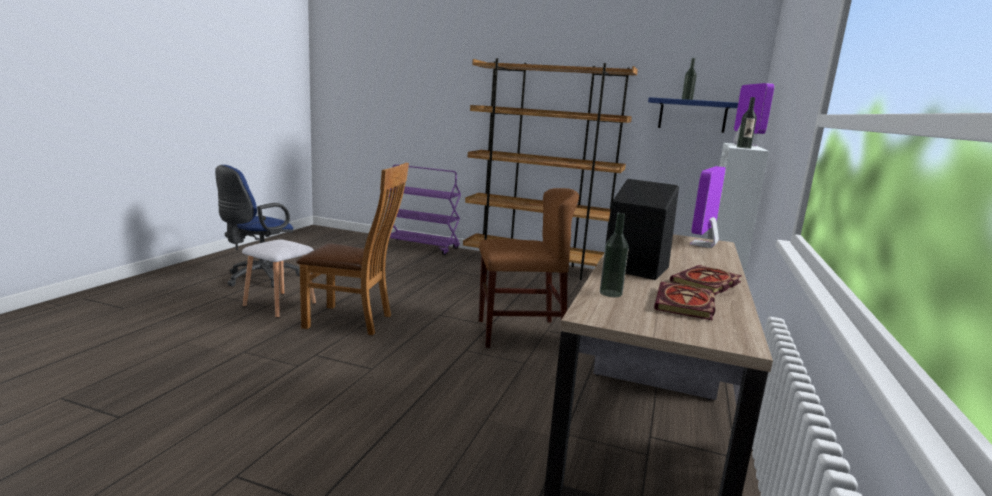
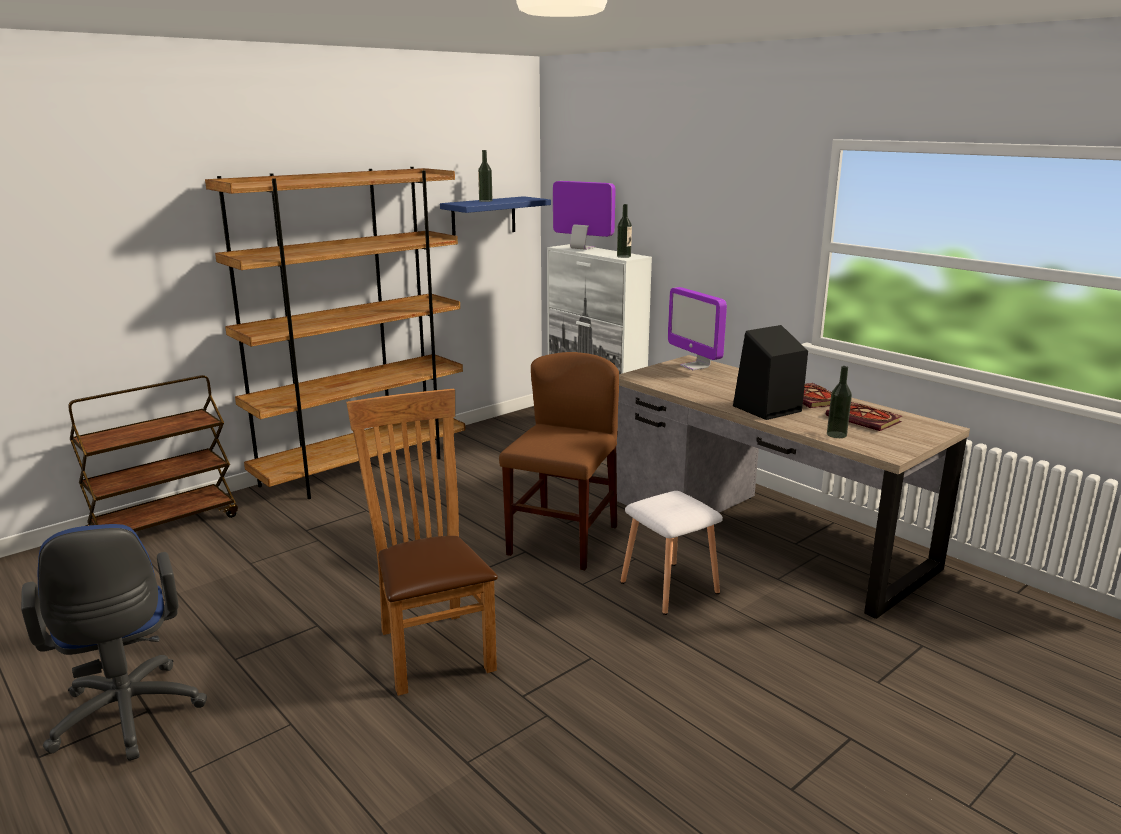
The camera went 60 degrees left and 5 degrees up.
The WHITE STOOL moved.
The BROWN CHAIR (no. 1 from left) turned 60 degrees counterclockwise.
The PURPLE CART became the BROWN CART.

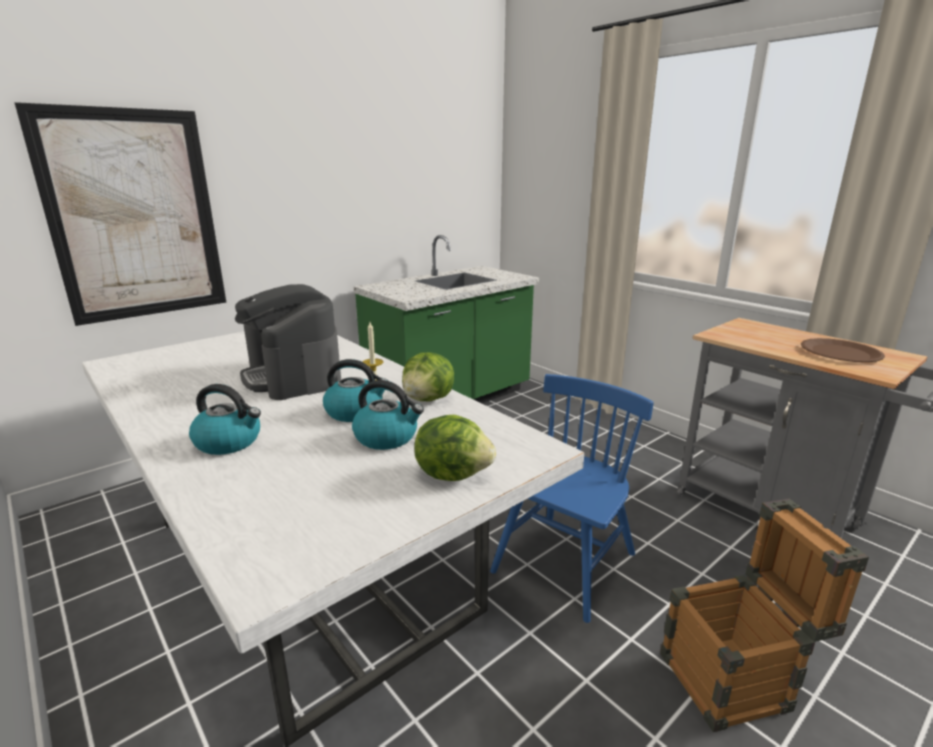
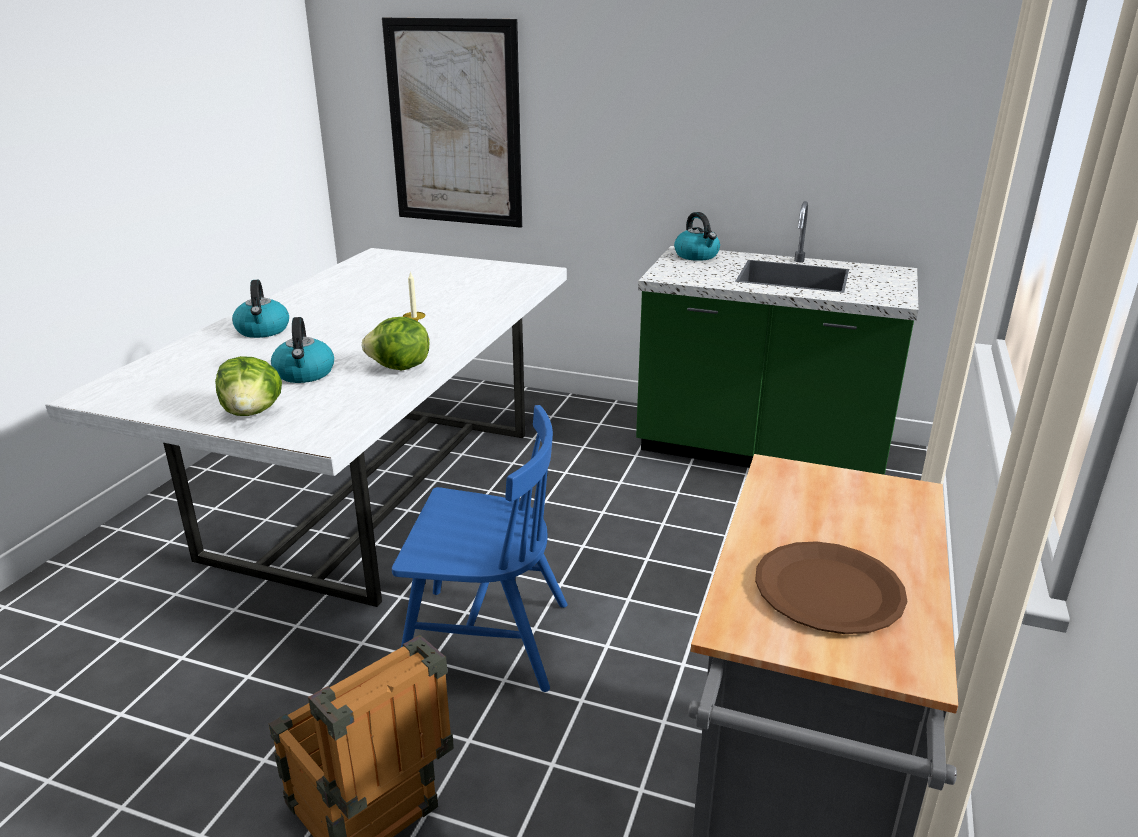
The camera went 60 degrees right and 5 degrees up.
The COFFEE MACHINE disappeared.
The KETTLE (no. 2 from left in the first image) moved.

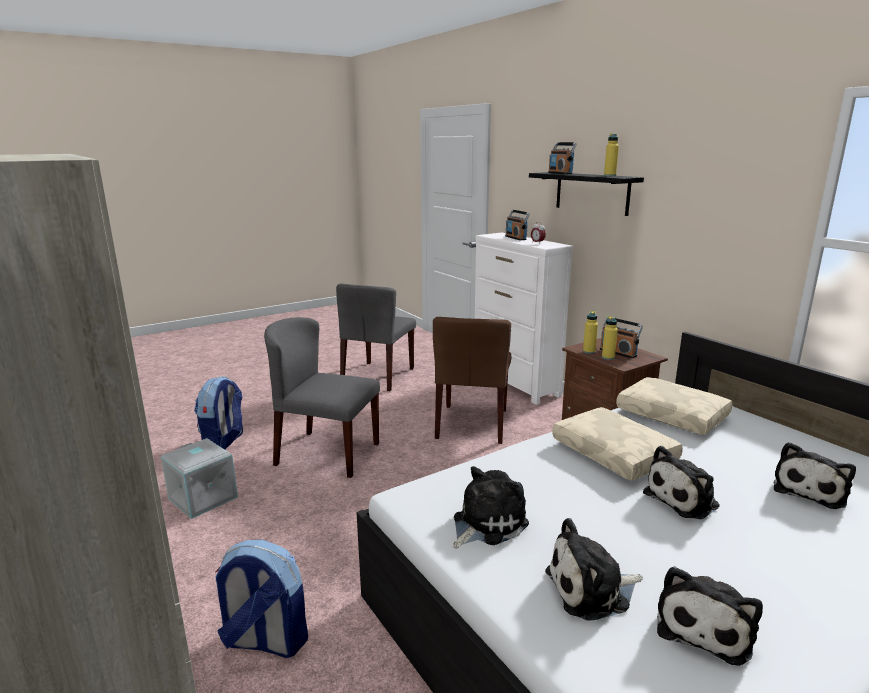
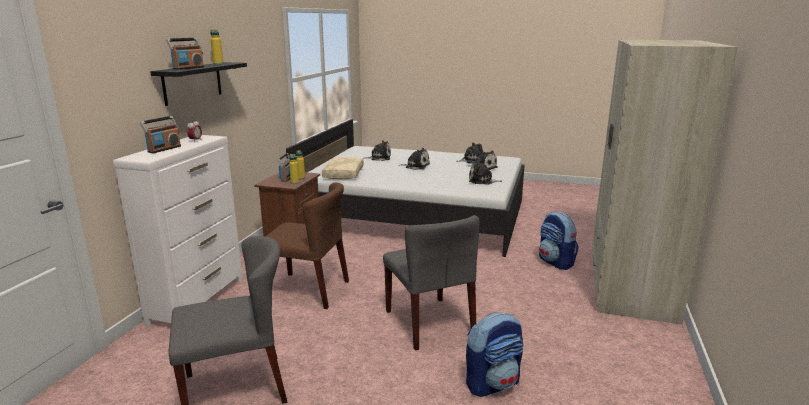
The camera went 130 degrees left and 0 degrees up.
The GREY STORAGE BOX disappeared.
The BROWN CHAIR turned 45 degrees clockwise.
The BEIGE PILLOW (no. 1 from left) disappeared.

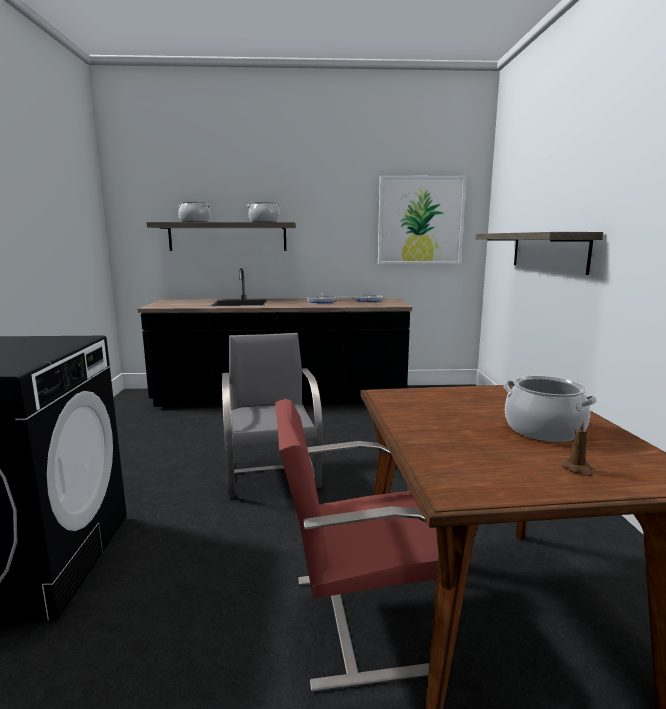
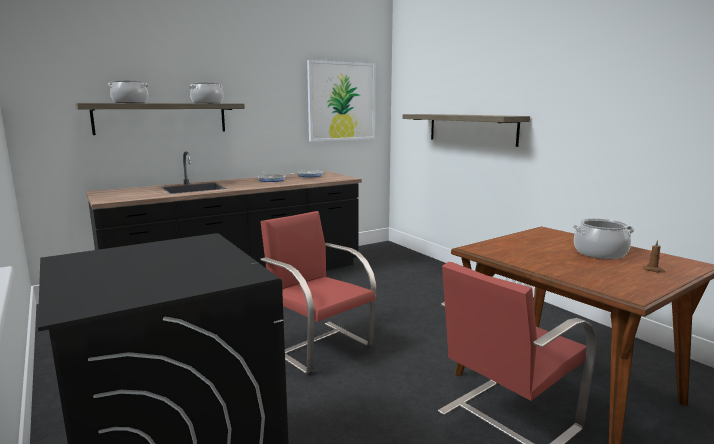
The camera went 30 degrees left and 0 degrees up.
The GREY CHAIR became the RED CHAIR (no. 1 from left).

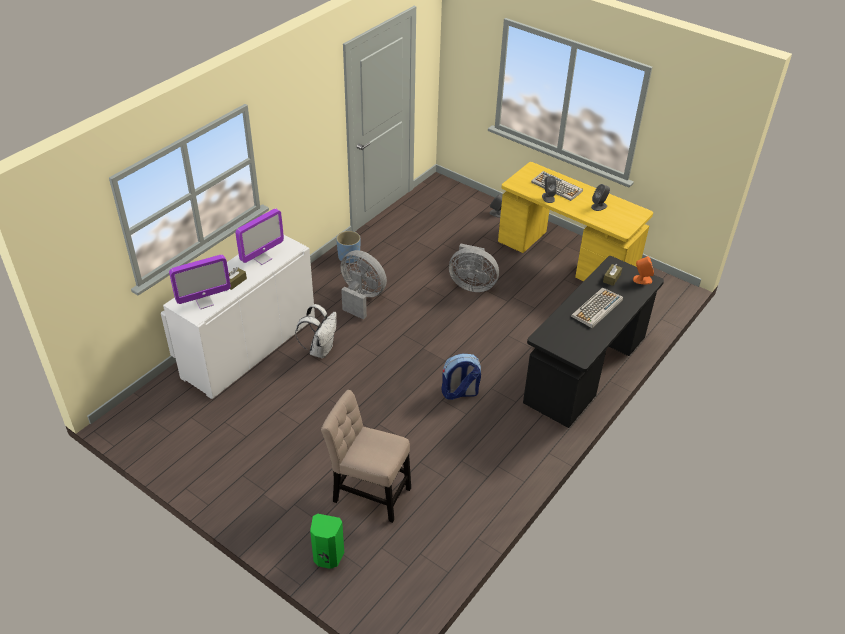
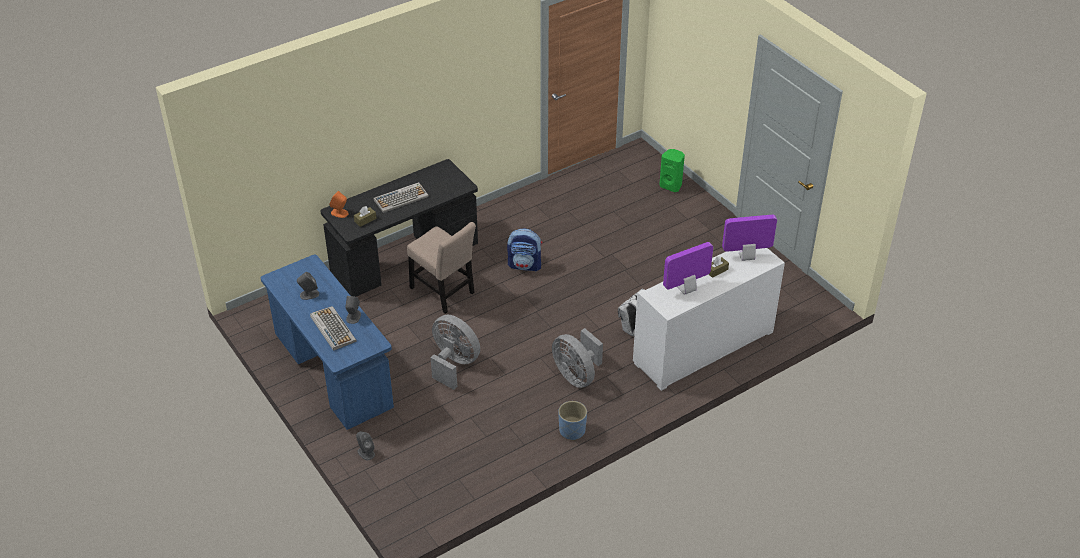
The camera went 160 degrees left and 0 degrees up.
The BEIGE CHAIR moved.
The YELLOW DESK became the BLUE DESK.

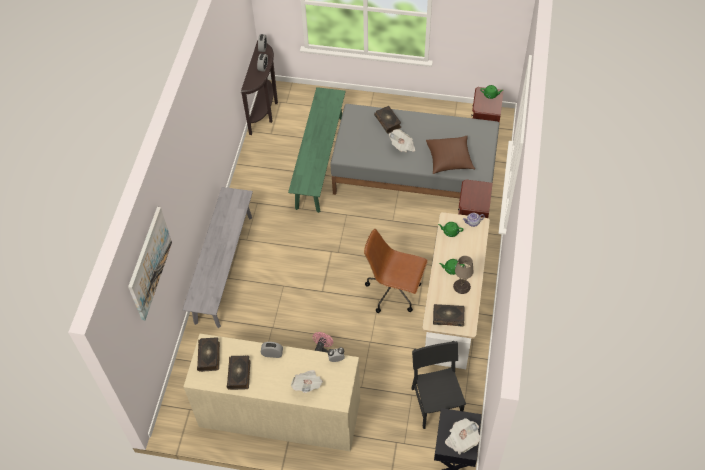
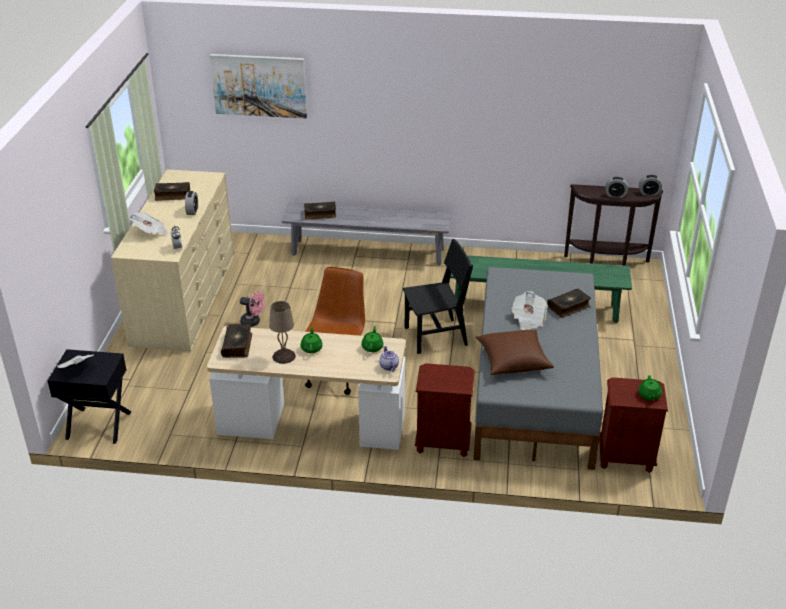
The camera went 85 degrees right and 20 degrees down.
The BOOK (no. 1 from left in the first image) moved.
The BLACK CHAIR moved.

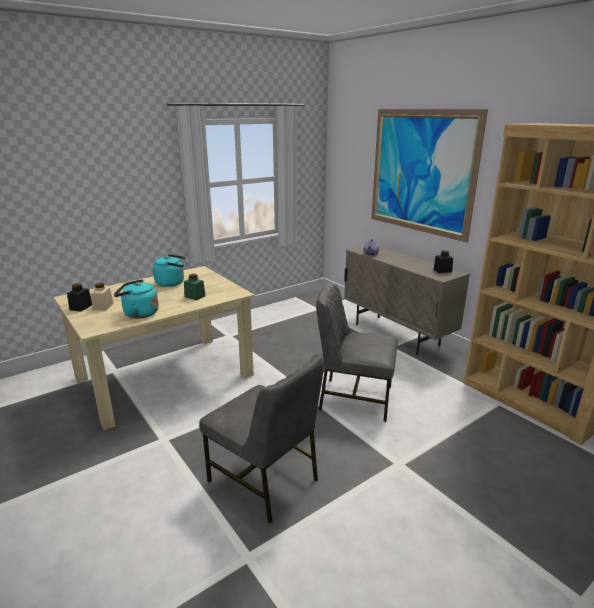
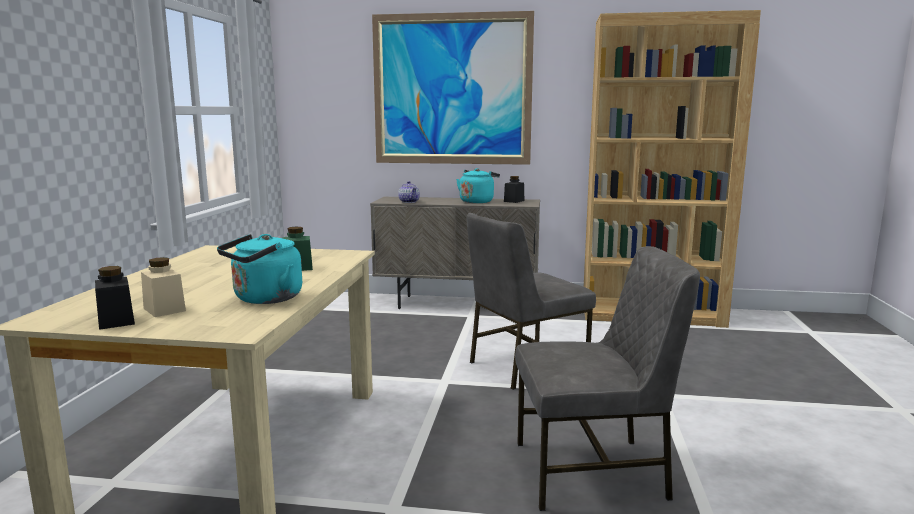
The camera went 45 degrees left and 10 degrees down.
The TURQUOISE KETTLE (no. 2 from left) moved.

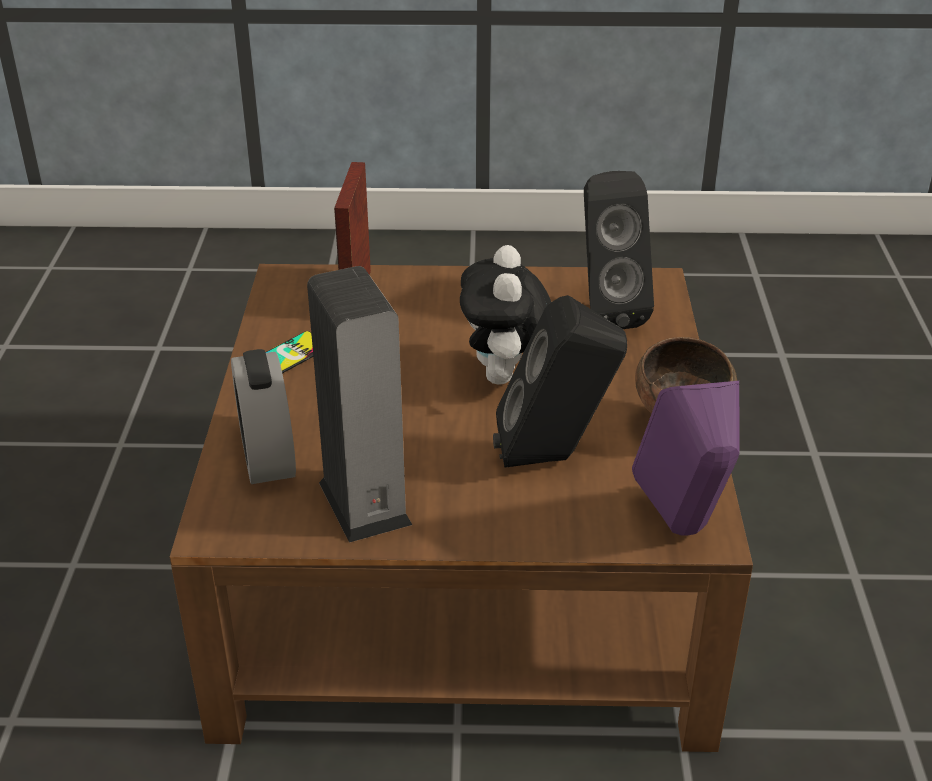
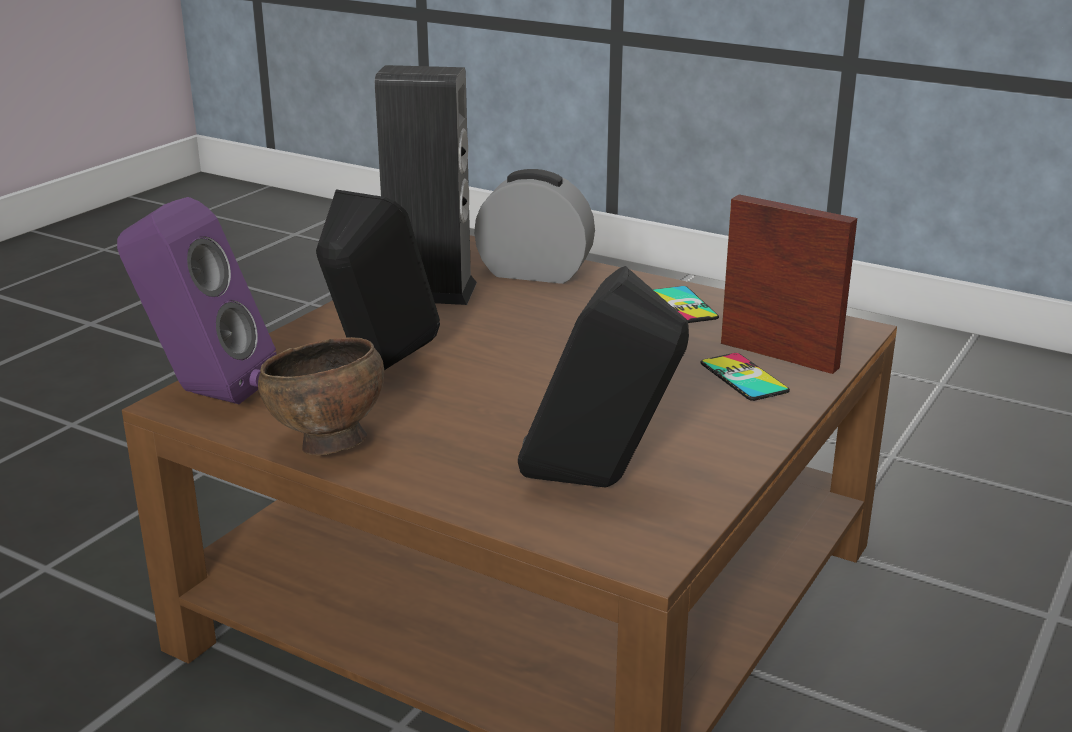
The camera went 120 degrees right and 10 degrees down.
The PLUSH TOY disappeared.
The PHONE (no. 2 from left) appeared.

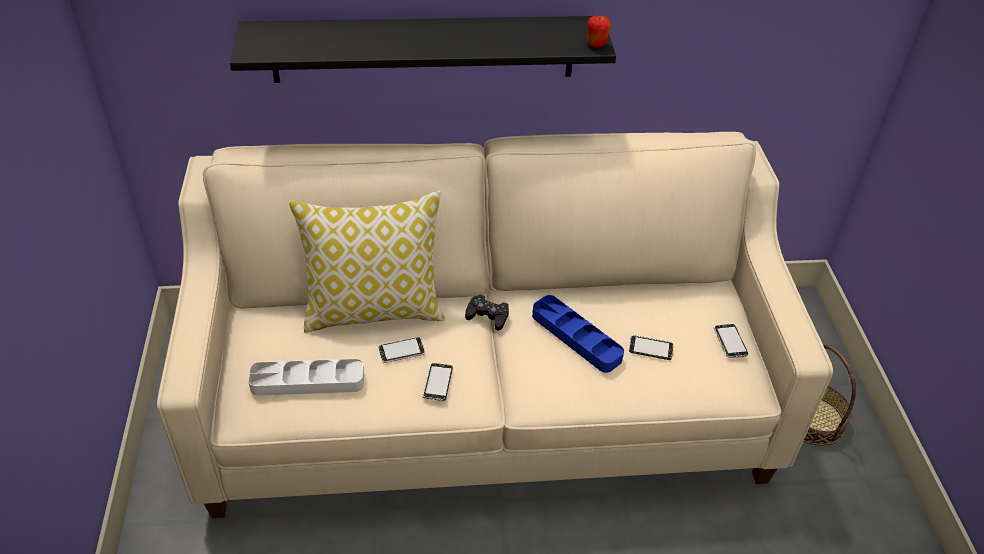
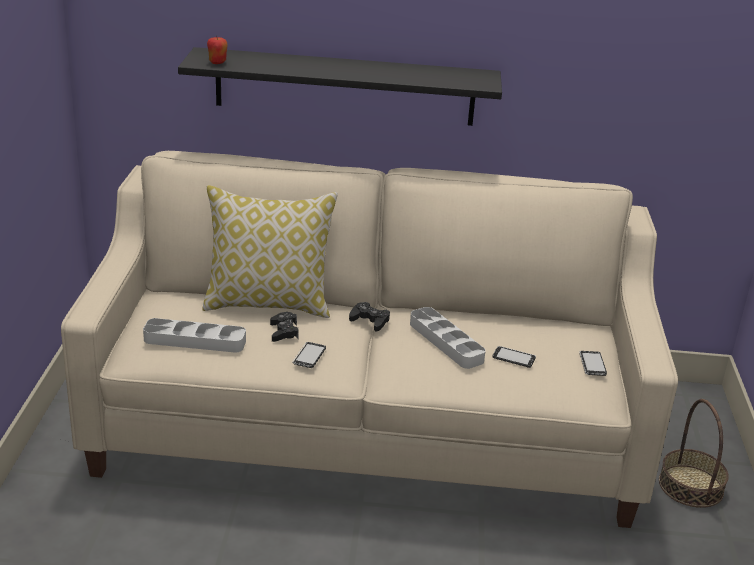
The camera went 10 degrees right and 15 degrees down.
The PHONE (no. 1 from left) was replaced by the BLACK GAME CONTROLLER (no. 1 from left).
The BLUE TRAY became the GREY TRAY (no. 2 from left).
The APPLE moved.

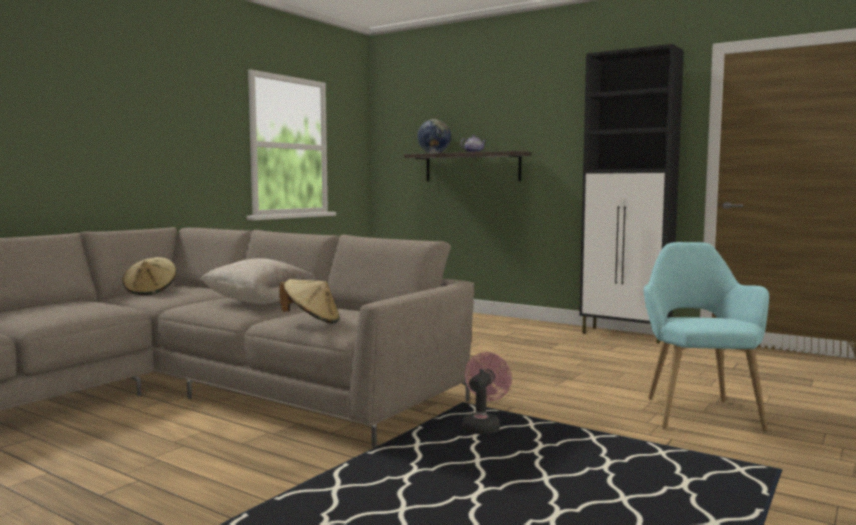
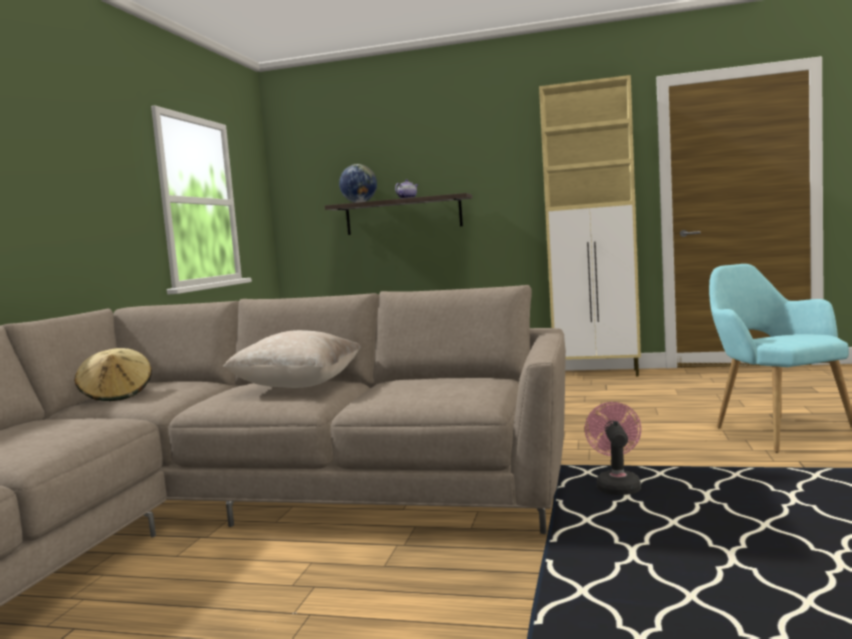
The camera went 20 degrees left and 0 degrees up.
The BEIGE HAT (no. 2 from left) disappeared.
The BLACK CABINET became the BEIGE CABINET.

